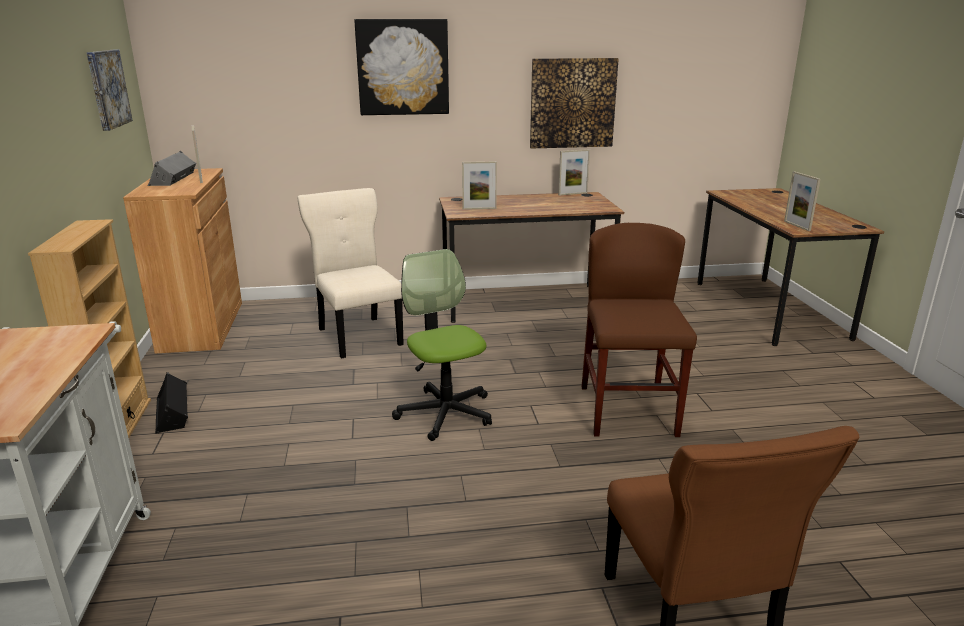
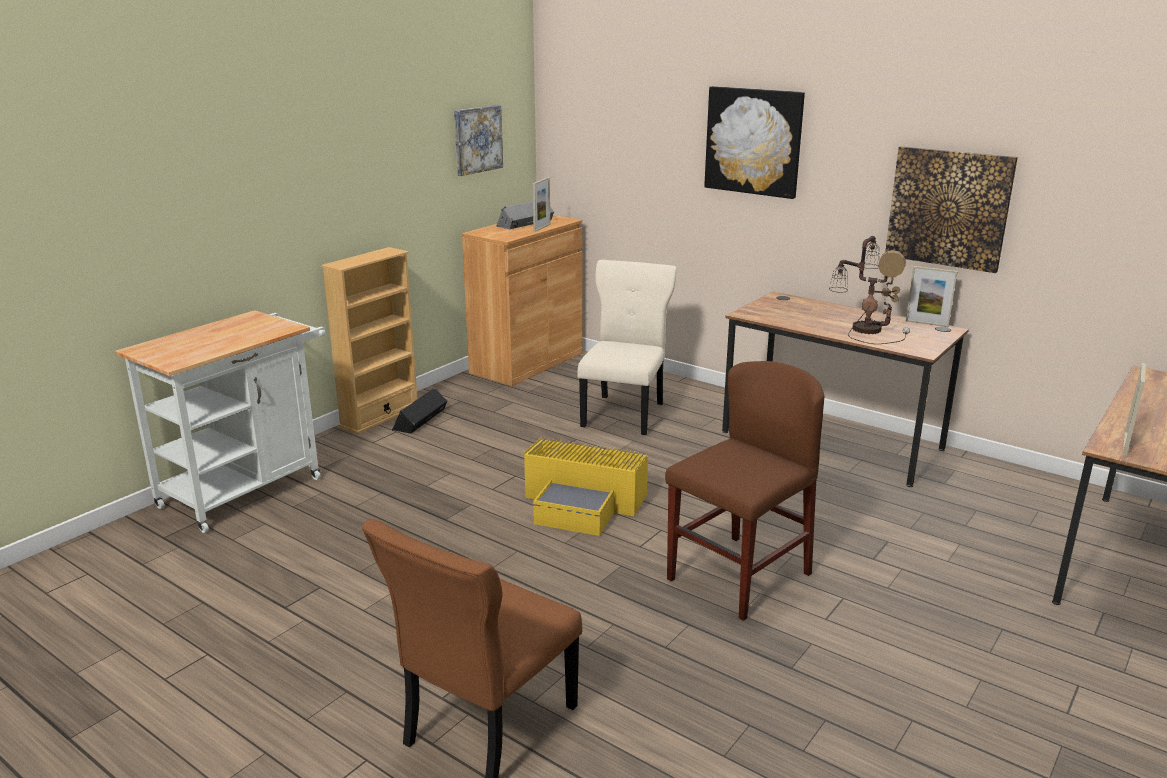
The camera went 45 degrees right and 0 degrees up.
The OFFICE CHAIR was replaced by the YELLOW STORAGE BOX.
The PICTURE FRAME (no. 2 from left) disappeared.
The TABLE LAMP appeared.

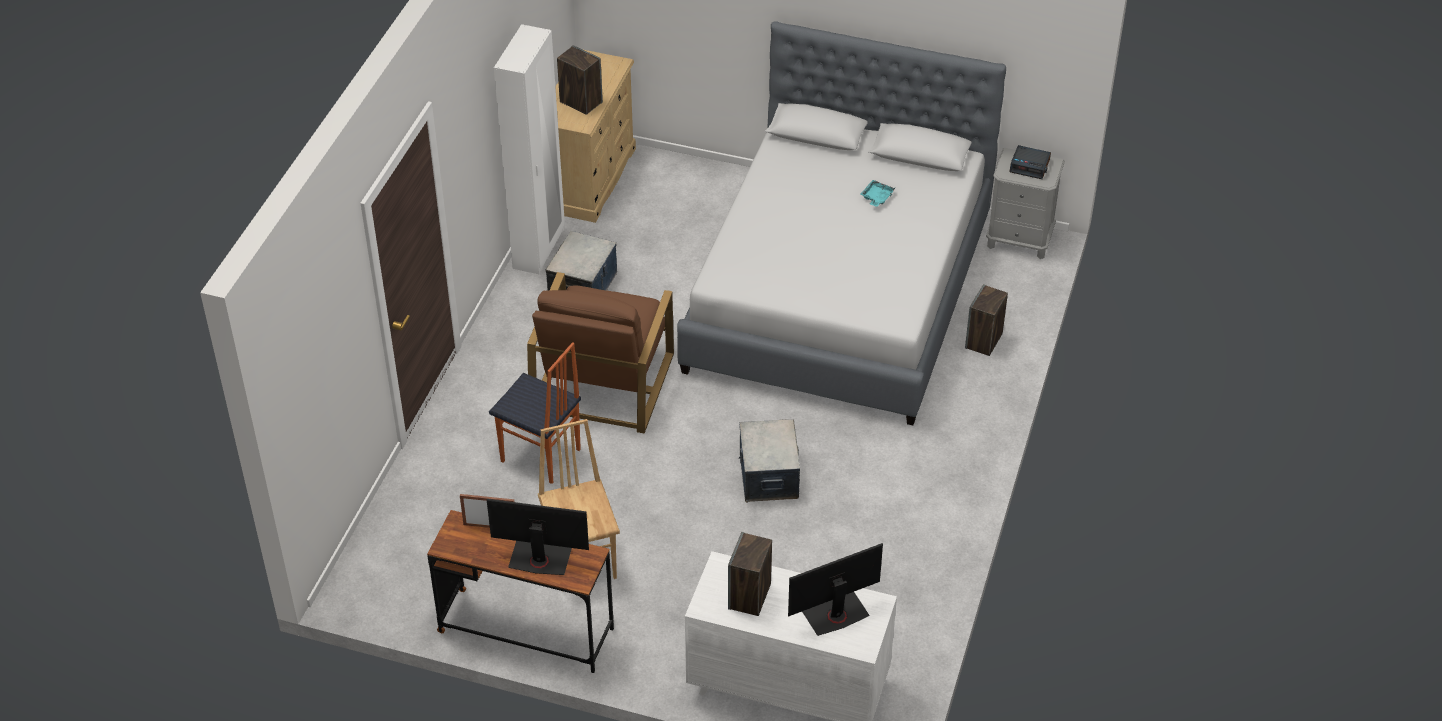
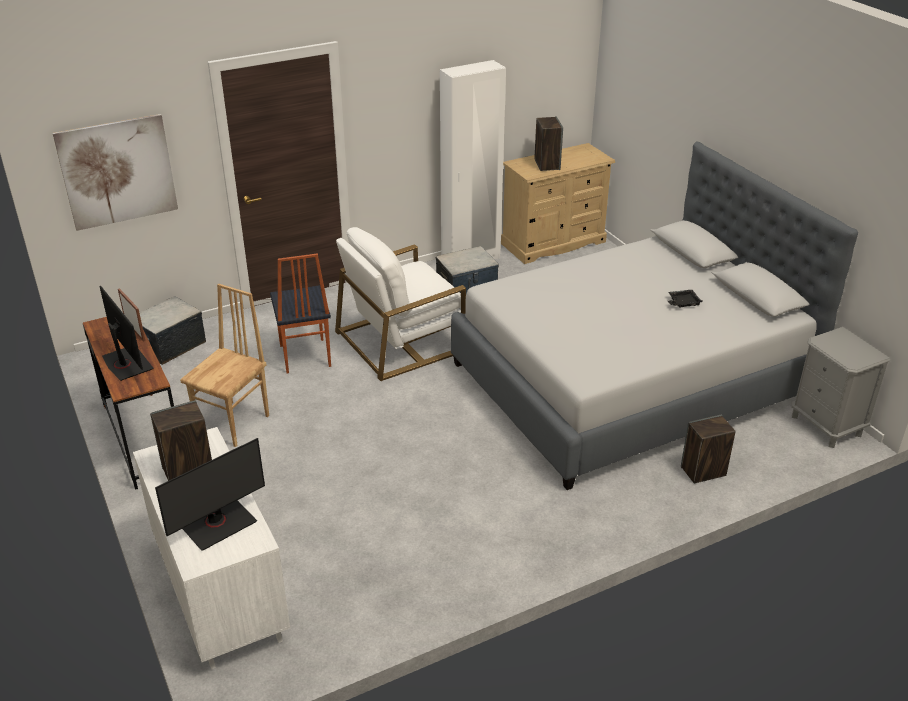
The camera went 45 degrees right and 10 degrees down.
The BROWN ARMCHAIR became the WHITE ARMCHAIR.
The STORAGE BOX (no. 2 from left in the first image) moved.
The MONITOR (no. 2 from left) turned 120 degrees clockwise.
The TURQUOISE TRAY became the BLACK TRAY.
The ALARM CLOCK disappeared.
The PICTURE appeared.

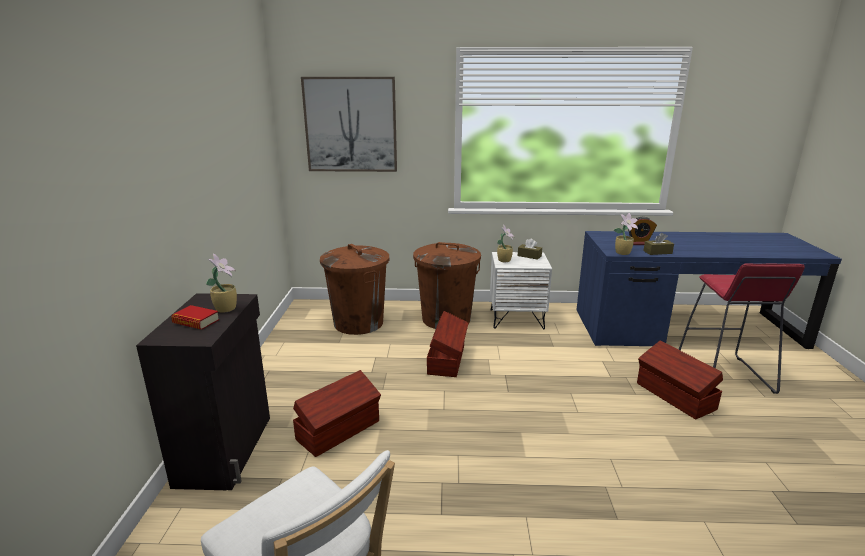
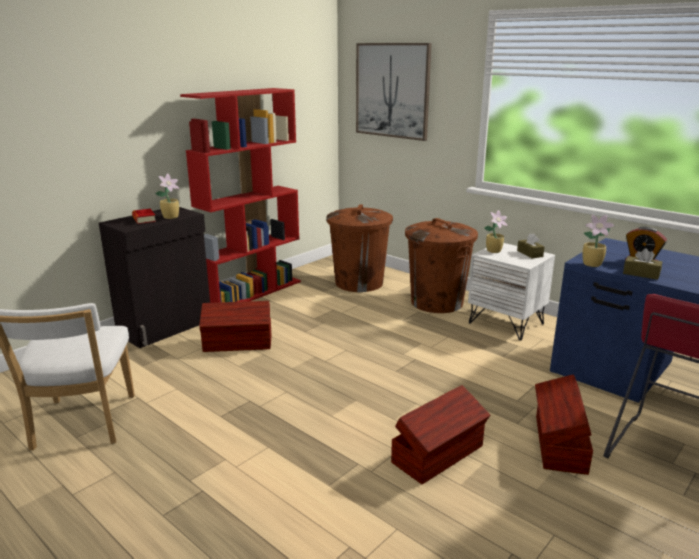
The camera went 40 degrees right and 0 degrees up.
The BROWN STORAGE BOX (no. 2 from left) moved.
The RED BOOKCASE appeared.

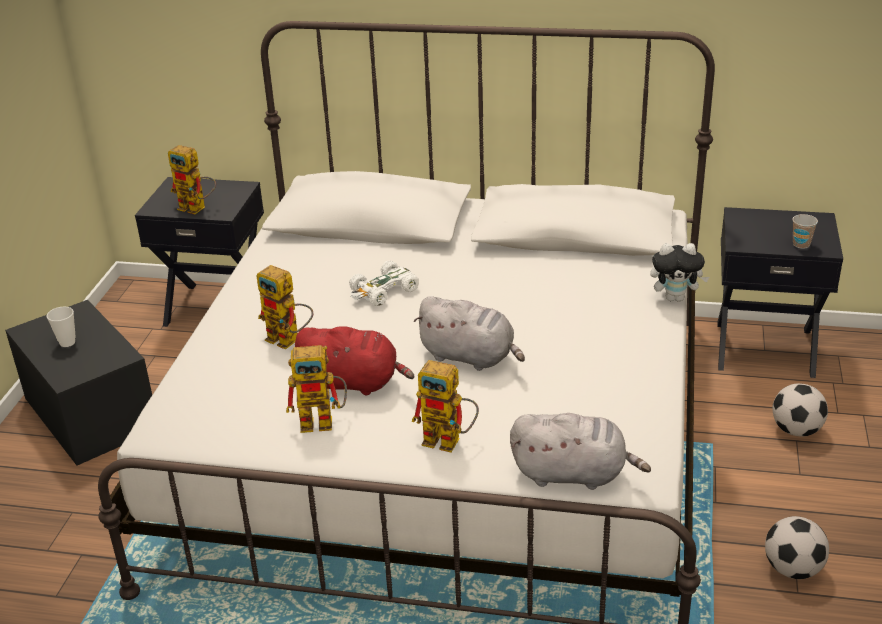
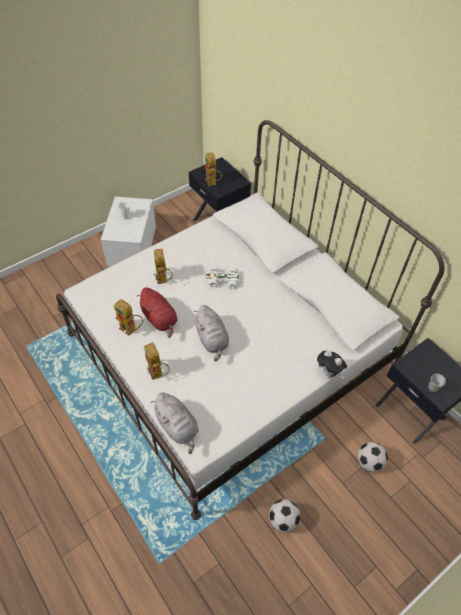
The camera went 40 degrees right and 20 degrees up.
The BLACK STORAGE BOX became the WHITE STORAGE BOX.

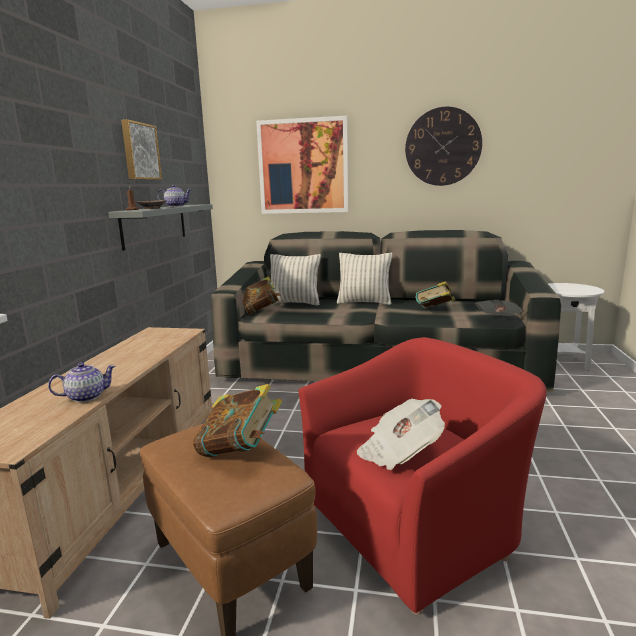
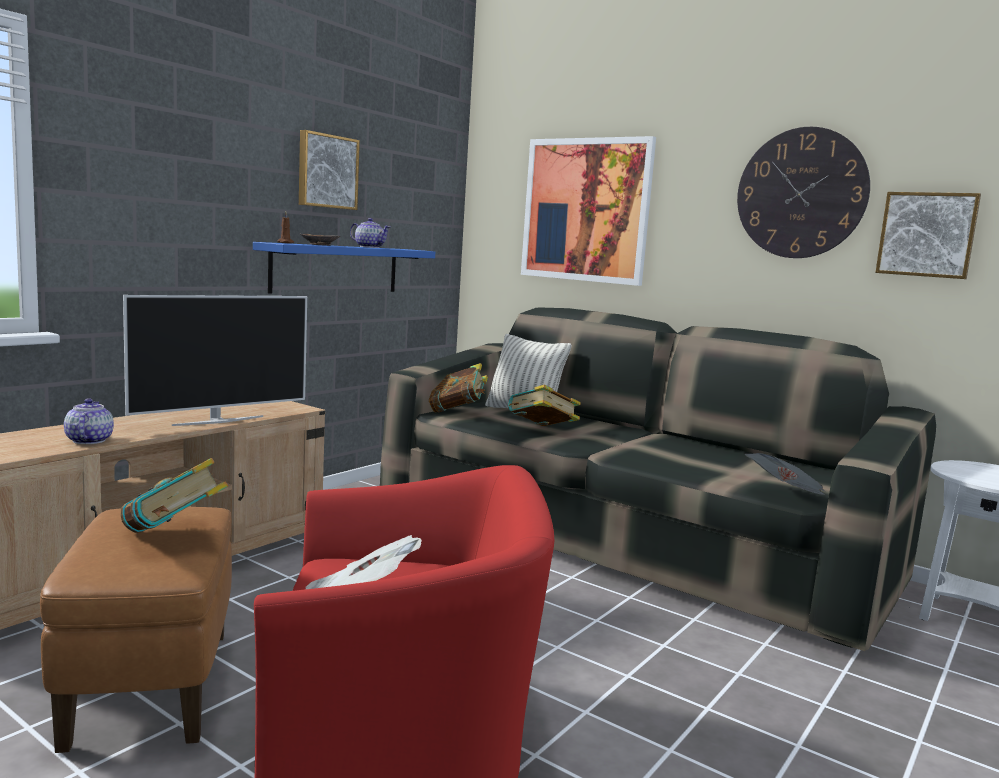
The camera went 25 degrees right and 5 degrees down.
The TEAPOT (no. 1 from left) turned 105 degrees counterclockwise.
The GREY SHELF became the BLUE SHELF.
The PILLOW (no. 2 from left) disappeared.
The BOOK (no. 3 from left) moved.
The TELEVISION appeared.
The PICTURE (no. 3 from left) appeared.

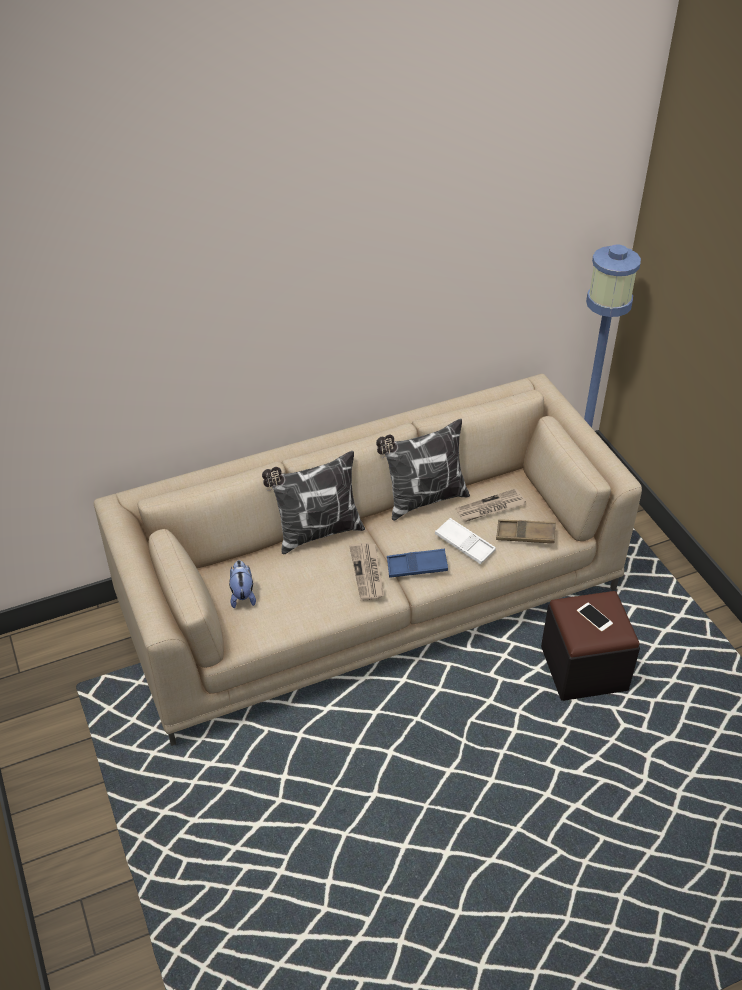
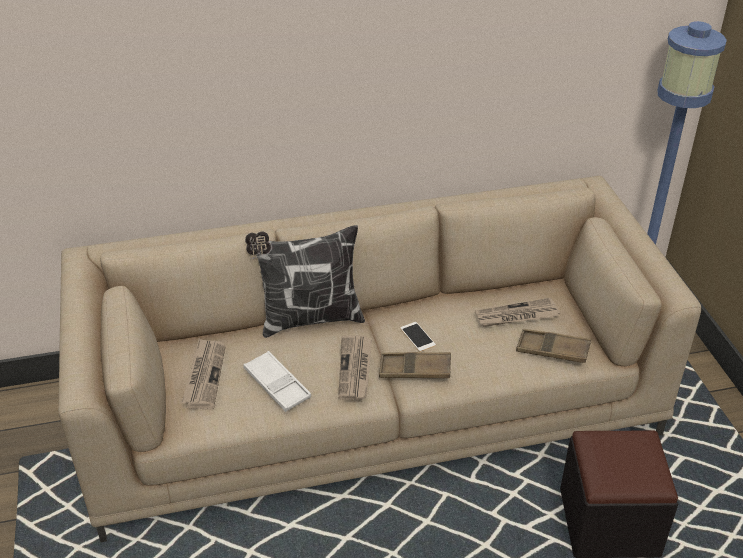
The camera went 10 degrees right and 5 degrees down.
The PLUSH TOY was replaced by the NEWSPAPER (no. 1 from left).
The PILLOW (no. 2 from left) disappeared.
The BLUE TRAY became the BROWN TRAY (no. 1 from left).
The WHITE TRAY moved.
The PHONE moved.

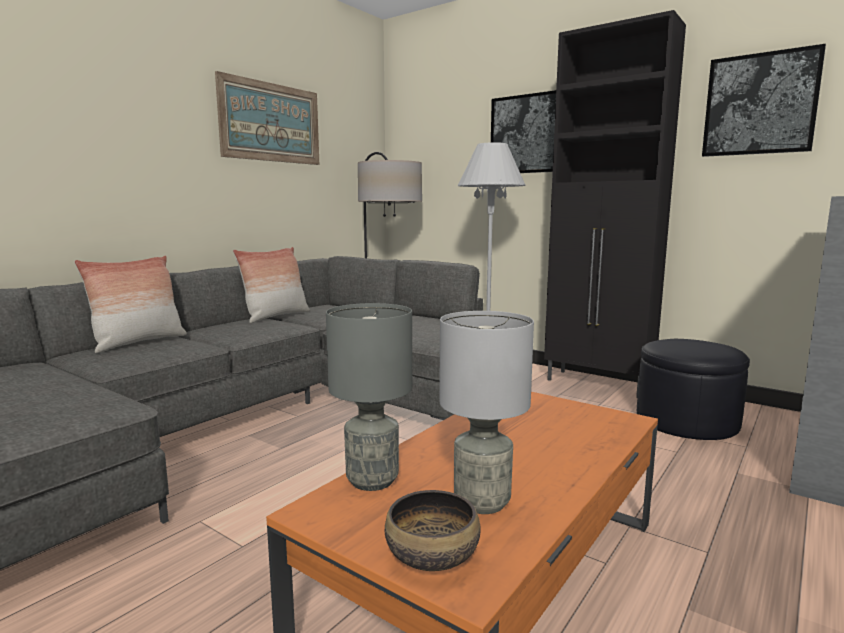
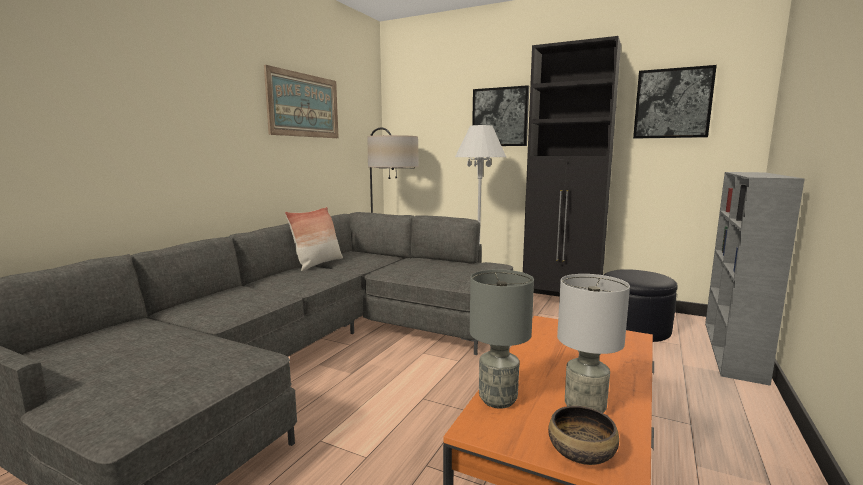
The camera went 10 degrees left and 0 degrees up.
The PILLOW (no. 1 from left) disappeared.

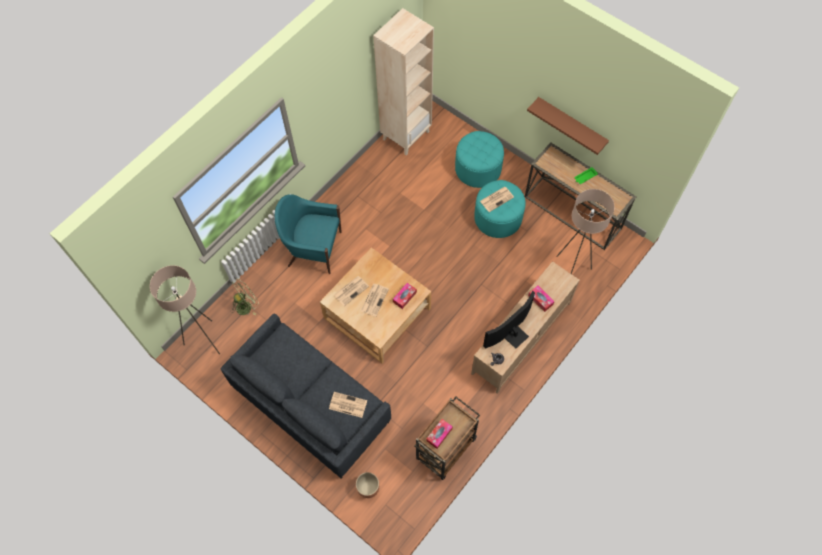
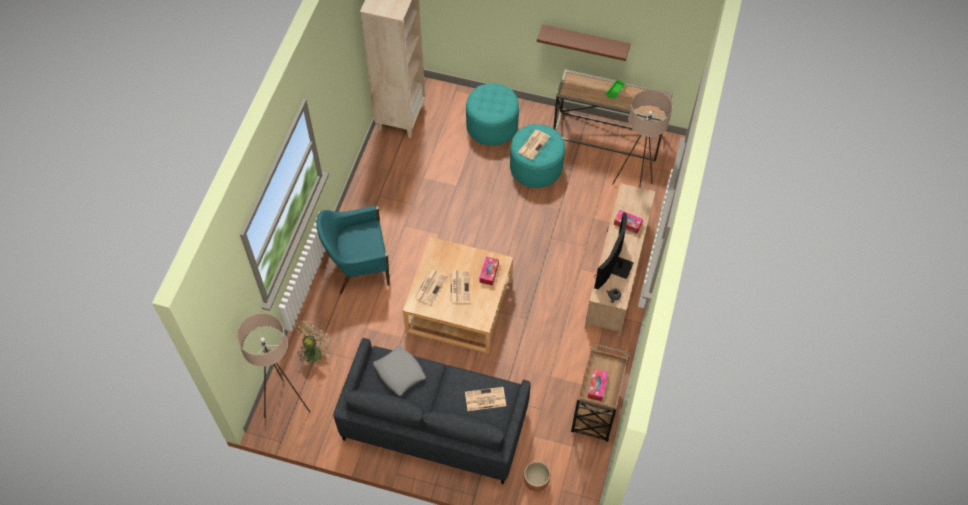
The camera went 25 degrees left and 5 degrees down.
The GREY PILLOW appeared.

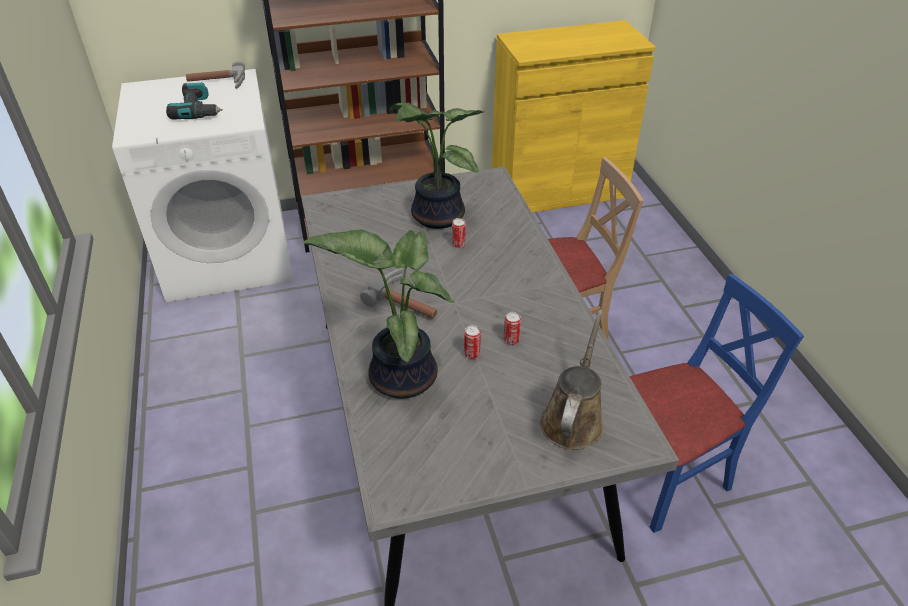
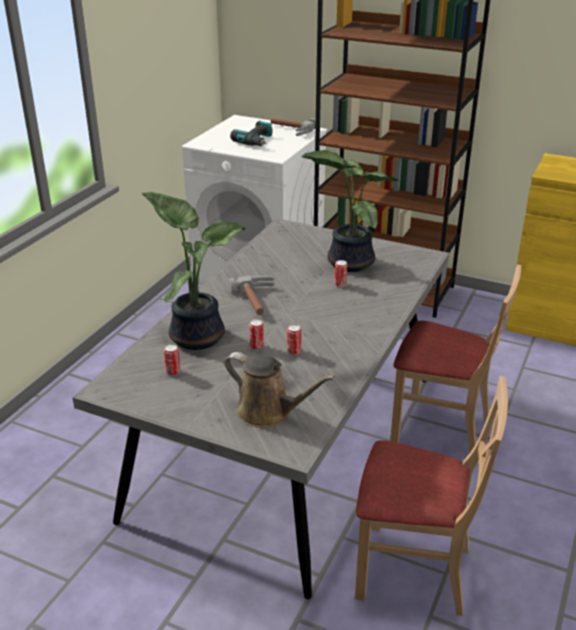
The camera went 40 degrees right and 10 degrees down.
The BROWN WATERING CAN turned 60 degrees clockwise.
The BLUE CHAIR became the BEIGE CHAIR (no. 1 from left).
The CAN (no. 1 from left) appeared.

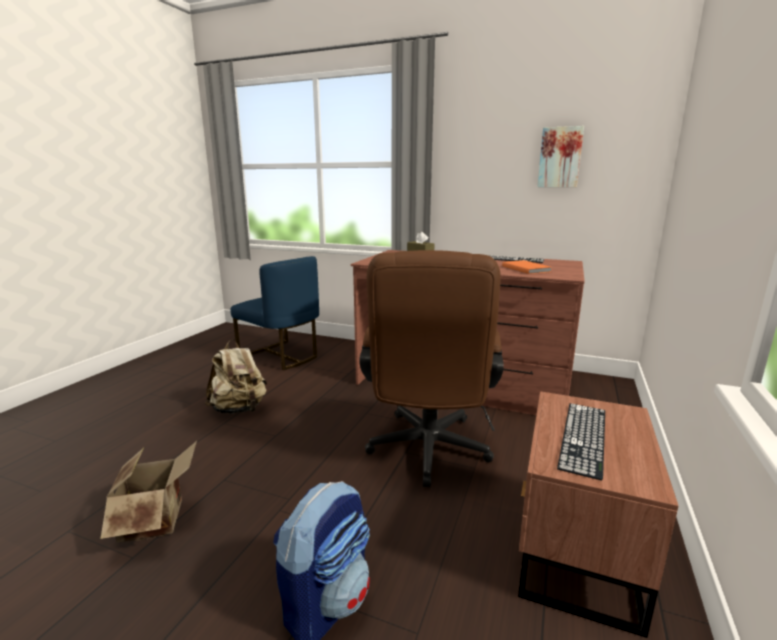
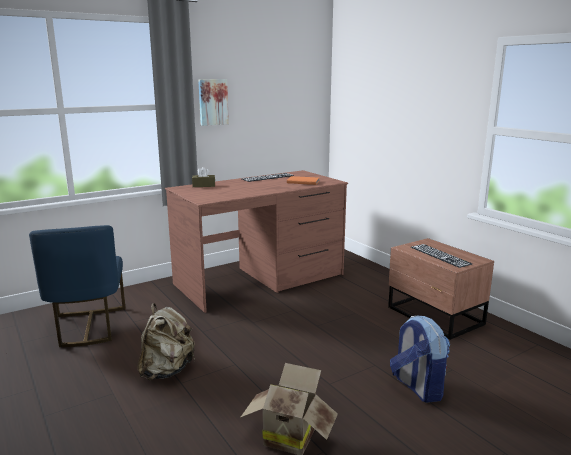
The camera went 55 degrees left and 0 degrees up.
The BLUE CHAIR turned 90 degrees clockwise.
The BROWN OFFICE CHAIR disappeared.
The PICTURE moved.

